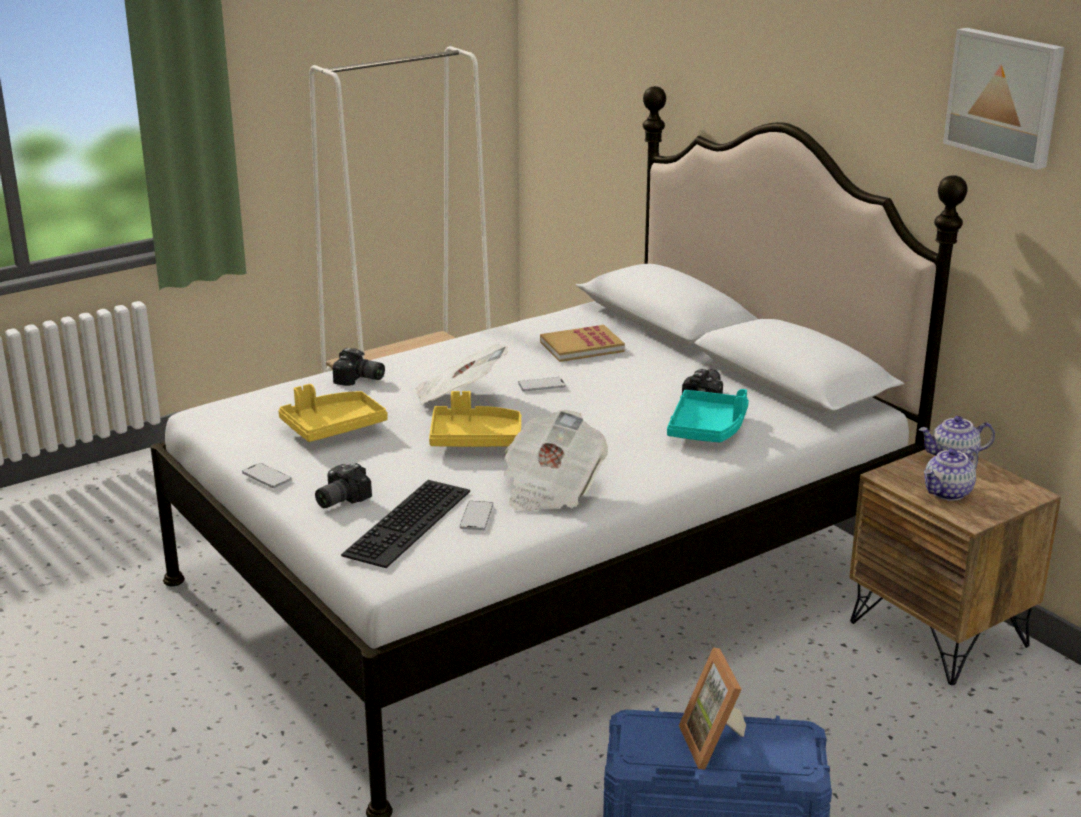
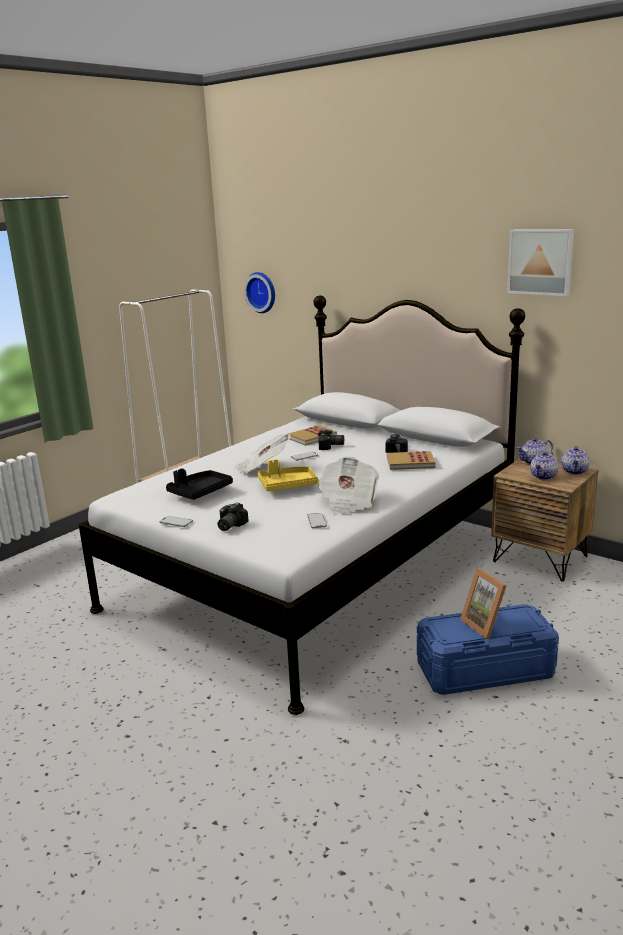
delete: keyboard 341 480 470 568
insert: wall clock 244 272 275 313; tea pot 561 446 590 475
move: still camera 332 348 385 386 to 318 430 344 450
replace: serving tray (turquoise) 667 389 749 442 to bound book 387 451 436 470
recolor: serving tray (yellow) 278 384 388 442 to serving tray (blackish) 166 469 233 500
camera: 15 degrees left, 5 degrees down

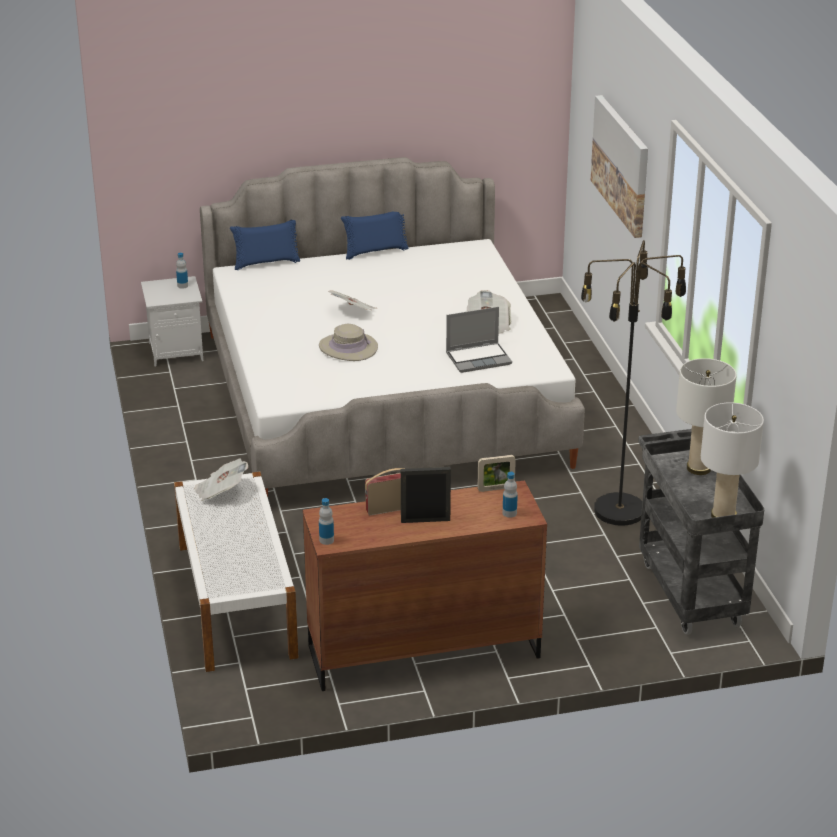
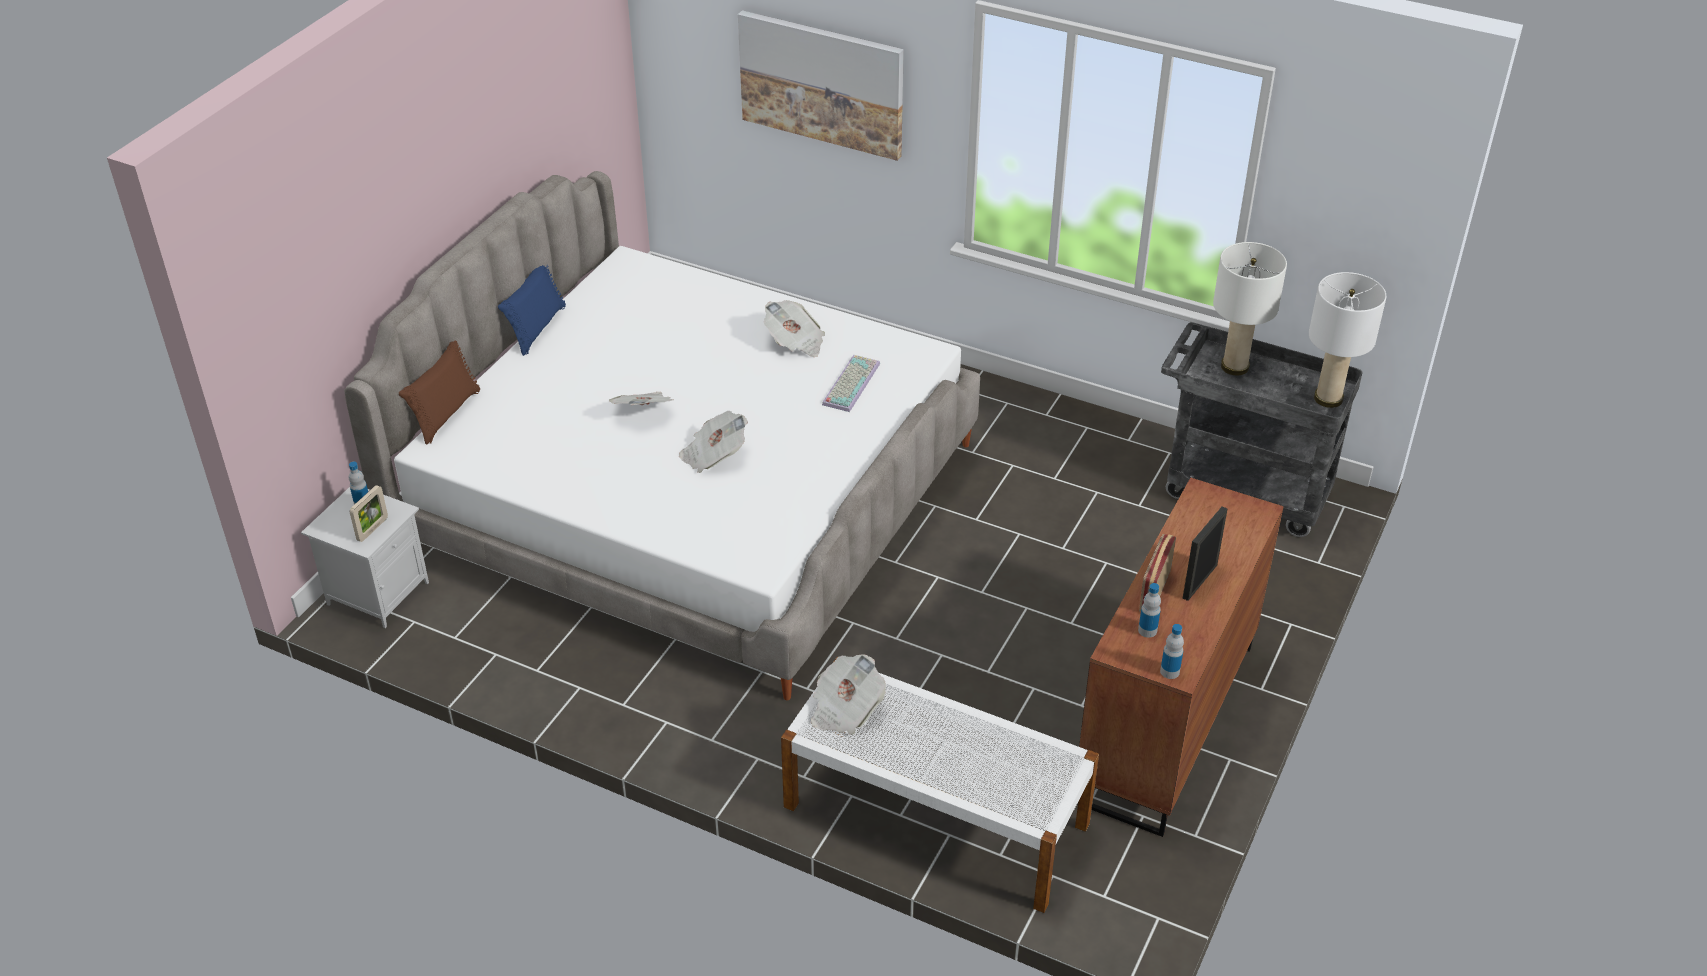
delete: floor lamp 581 240 686 526
move: picture frame 477 455 516 492 to 350 485 388 542; bottle 503 472 518 518 to 1138 583 1161 638
replace: portable computer 446 307 512 373 to keyboard 822 355 880 412; wearable hat (beige) 319 324 378 361 to daily paper 679 411 748 473
recolor: cushion (bluish) 230 220 300 270 to cushion (brown) 399 340 480 445
camera: 50 degrees left, 10 degrees up

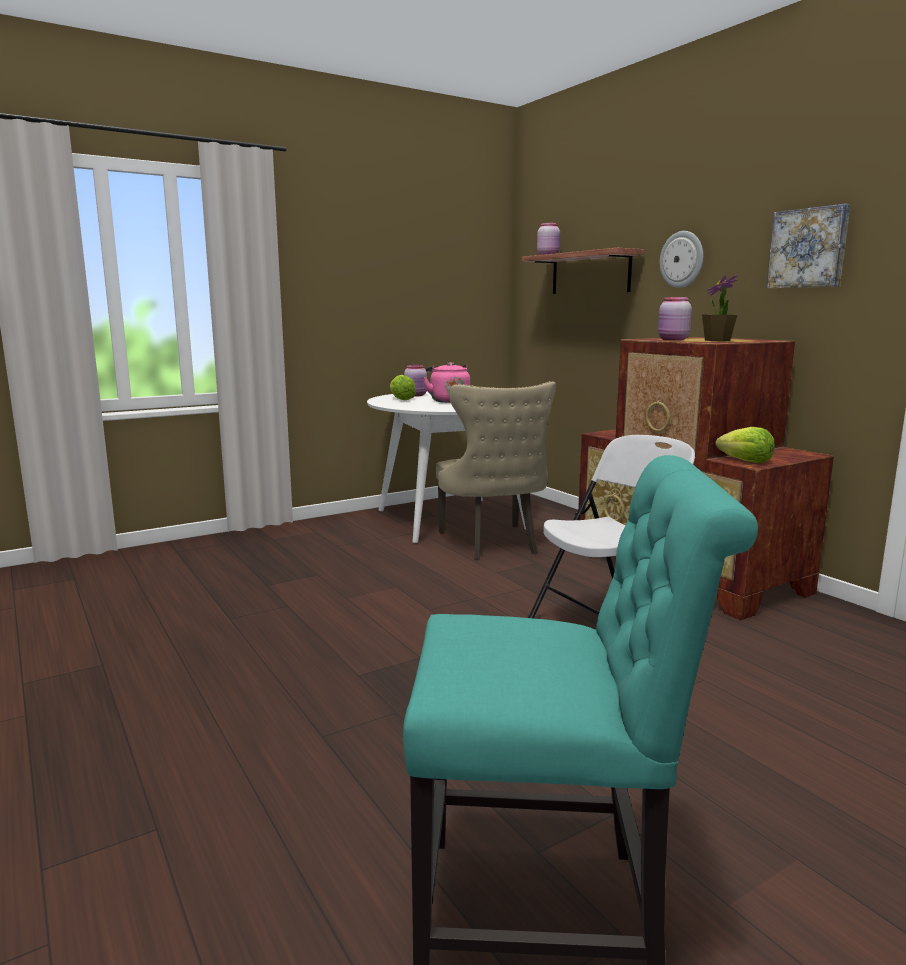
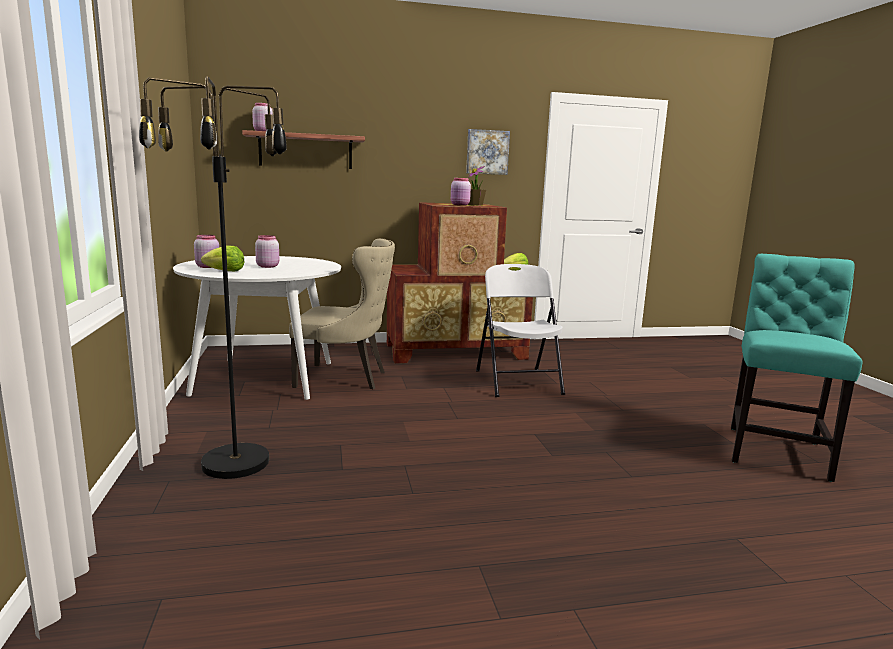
delete: wall clock 660 231 703 288
insert: floor lamp 139 76 287 479
replace: kettle (pink) 423 362 470 403 to jar (pink) 255 235 279 268
camera: 70 degrees left, 0 degrees up

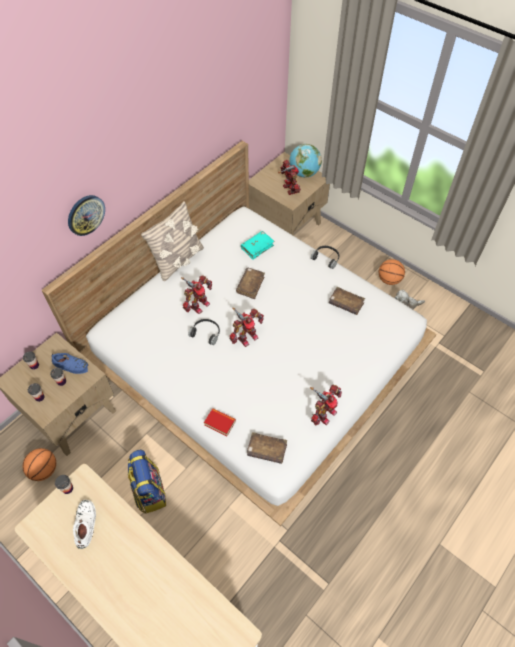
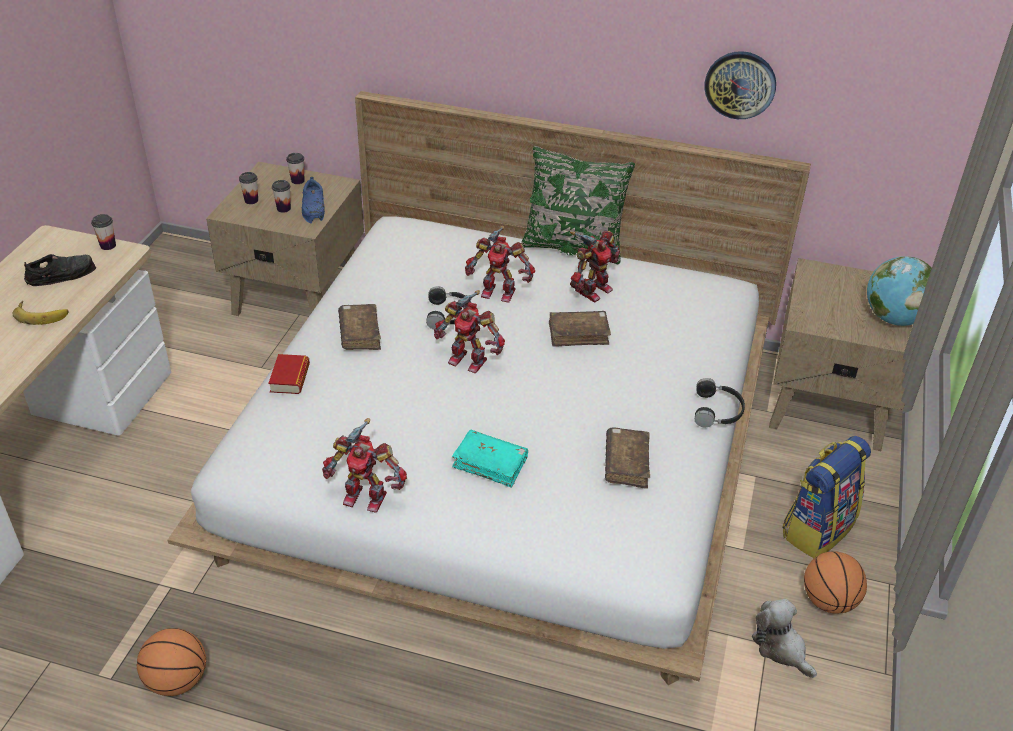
insert: banana 12 300 68 325
move: robot figure 278 160 301 195 to 570 231 621 303; wall clock 68 195 105 236 to 704 51 776 119; bound book (turquoise) 241 231 275 260 to 452 429 528 488; bound book (brown) 247 432 287 464 to 338 304 381 350; ball for basketball 23 448 56 481 to 137 628 206 696; backpack 128 450 166 514 to 783 436 871 558
recolor: cushion (beige) 141 201 204 281 to cushion (greenish) 521 146 635 264; item of footwear (white) 73 500 96 549 to item of footwear (blackish) 24 254 96 286
camera: 65 degrees right, 15 degrees down

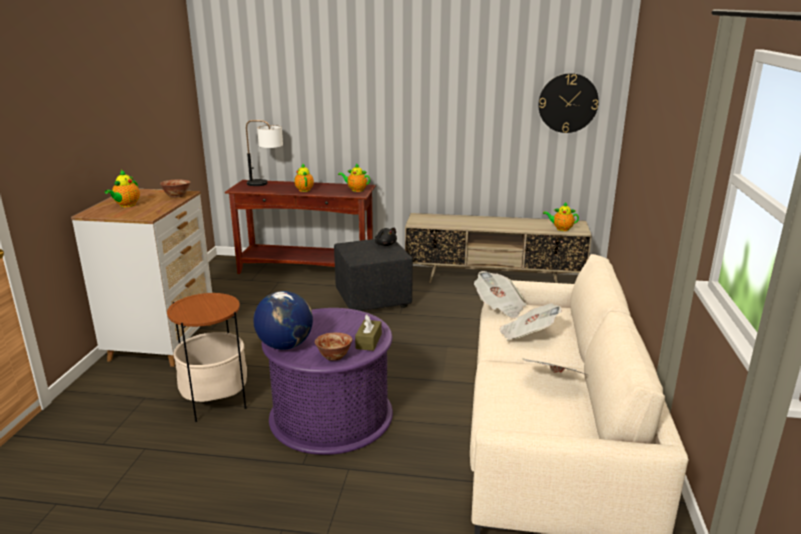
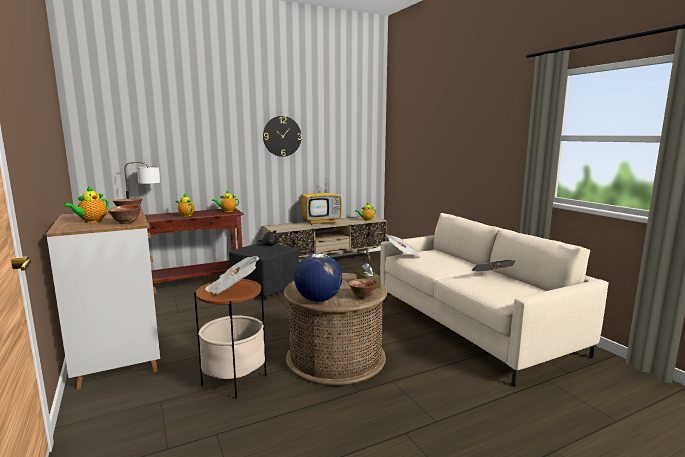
insert: TV set 301 183 342 225; bowl 107 205 141 224
move: wall clock 538 73 599 133 to 263 116 302 157; daily paper 499 303 562 341 to 205 256 259 295
recolor: coffee table (purplish) 262 308 393 455 to coffee table (brown) 284 273 387 386
rotate: tea pot 105 170 140 207 = 63 186 109 223 45 degrees clockwise
camera: 35 degrees left, 10 degrees down

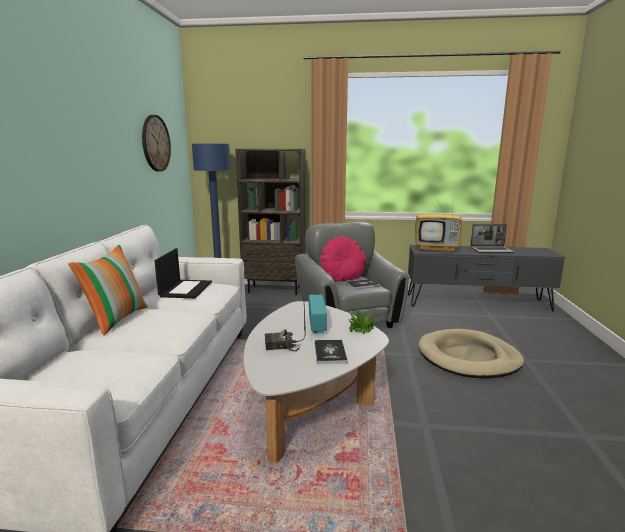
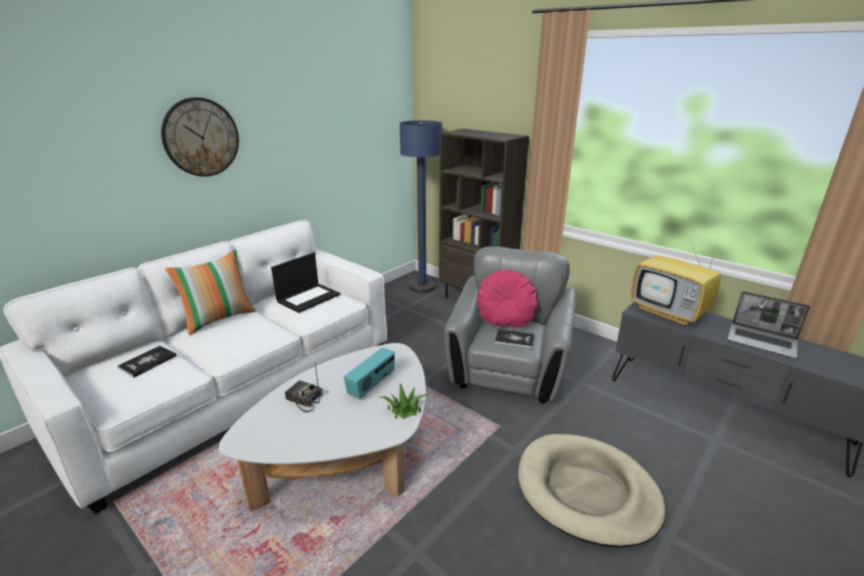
move: wall clock 142 115 171 172 to 161 97 239 177; bound book 315 340 348 364 to 117 346 177 378
camera: 35 degrees right, 10 degrees up

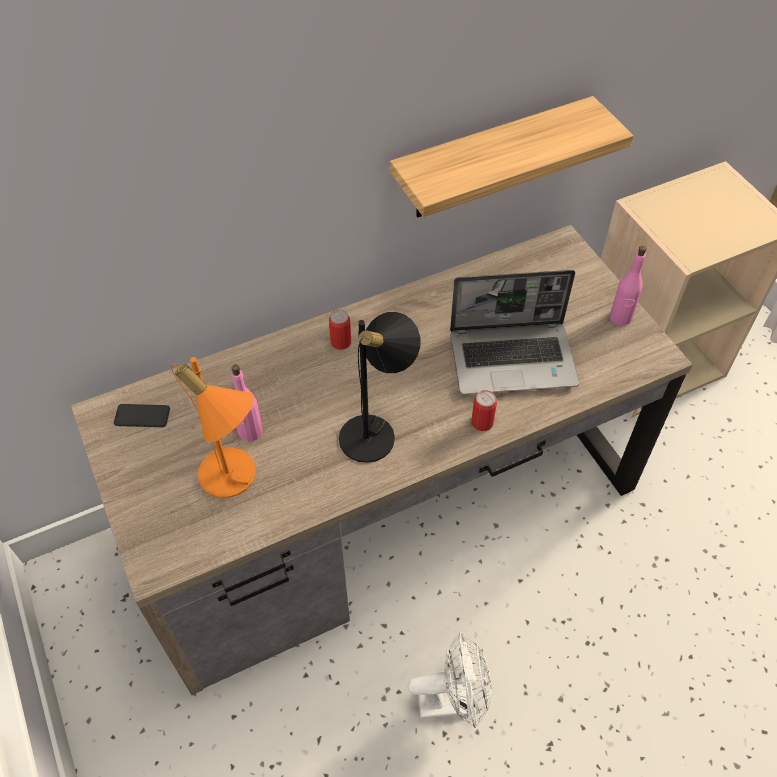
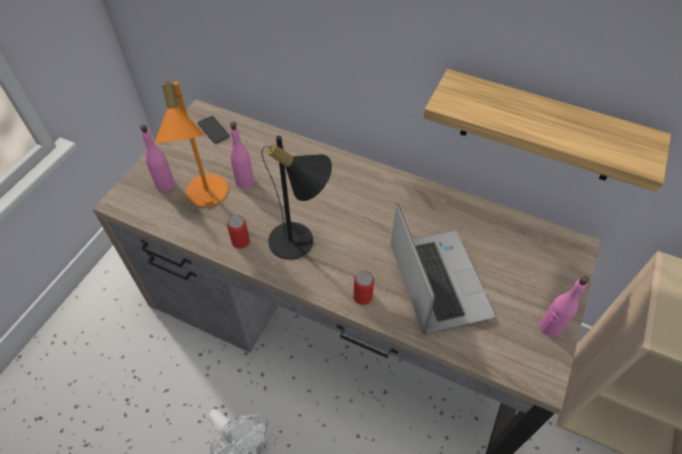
insert: bottle (pink) 140 124 175 192
move: can 329 309 351 350 to 227 215 250 249
rotate: portable computer 450 270 579 395 = 391 203 495 335 150 degrees counterclockwise
camera: 50 degrees right, 0 degrees up

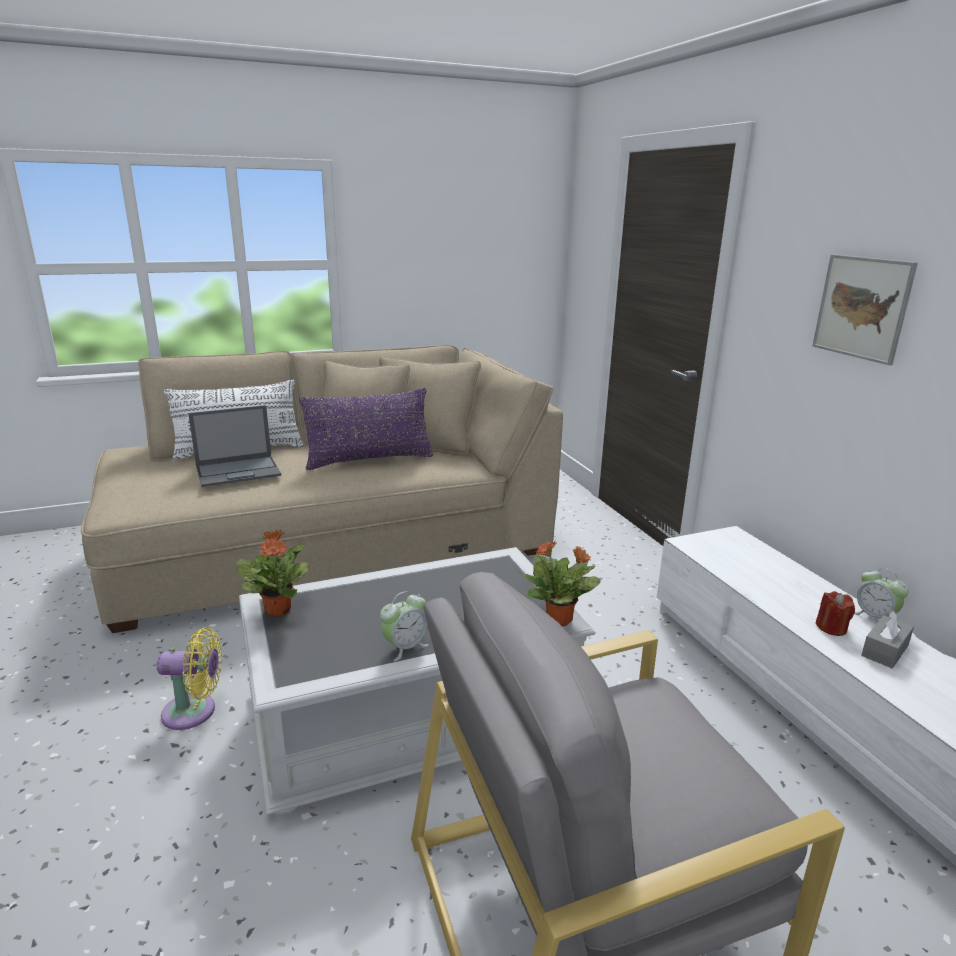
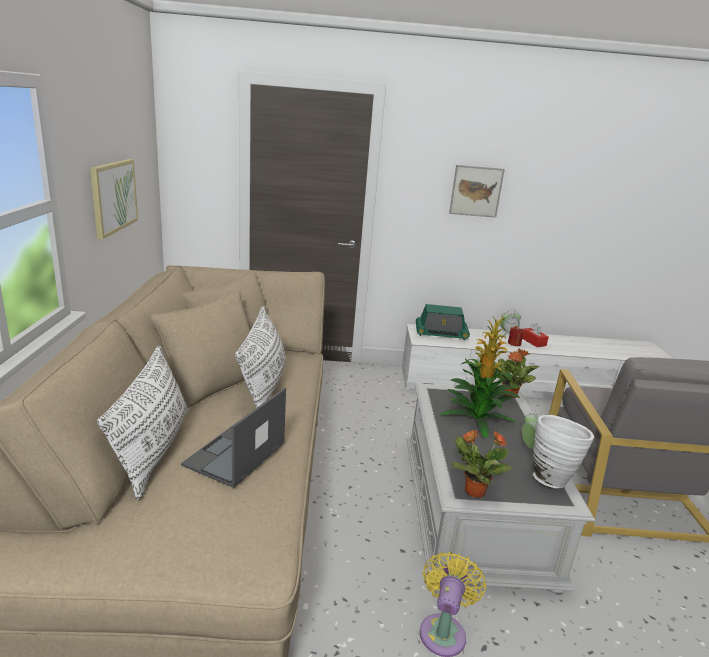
insert: wall picture 90 159 138 239; radio receiver 416 304 470 340; houseplant 441 317 520 438; decorative vase (white) 533 415 594 488
recolor: cushion (purplish) 299 388 434 470 to cushion (white) 235 306 286 408; tissue box (greyish) 861 610 914 668 to tissue box (reddish) 522 323 549 347
rotate: portable computer 188 405 281 487 = 181 388 286 488 150 degrees counterclockwise
camera: 70 degrees left, 0 degrees up

